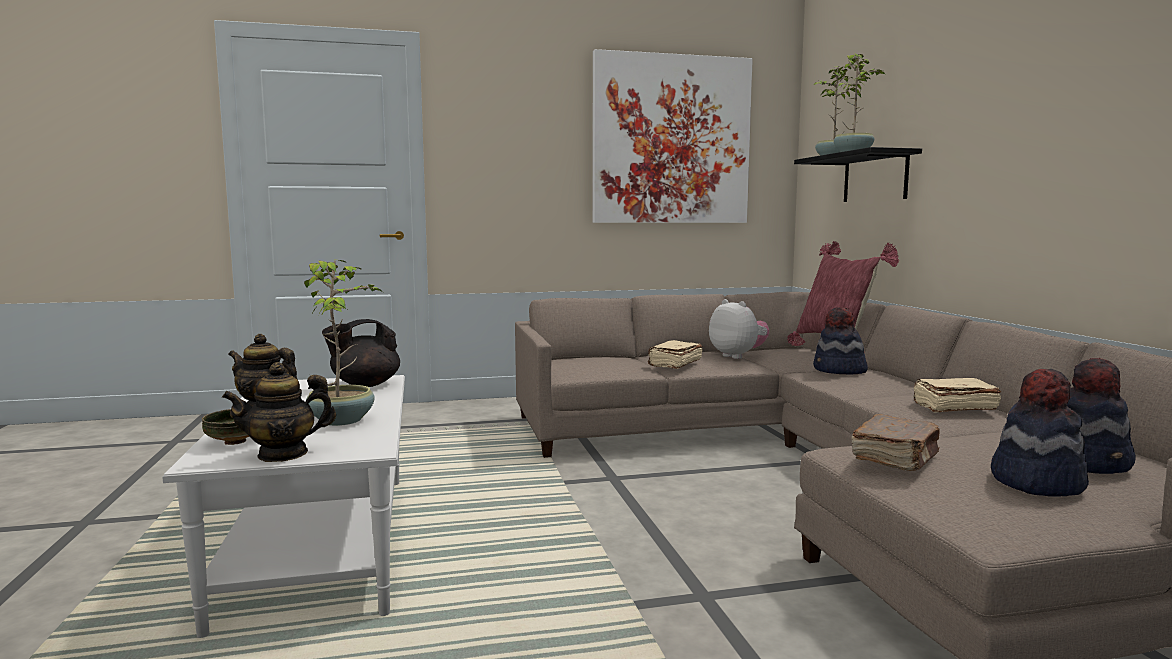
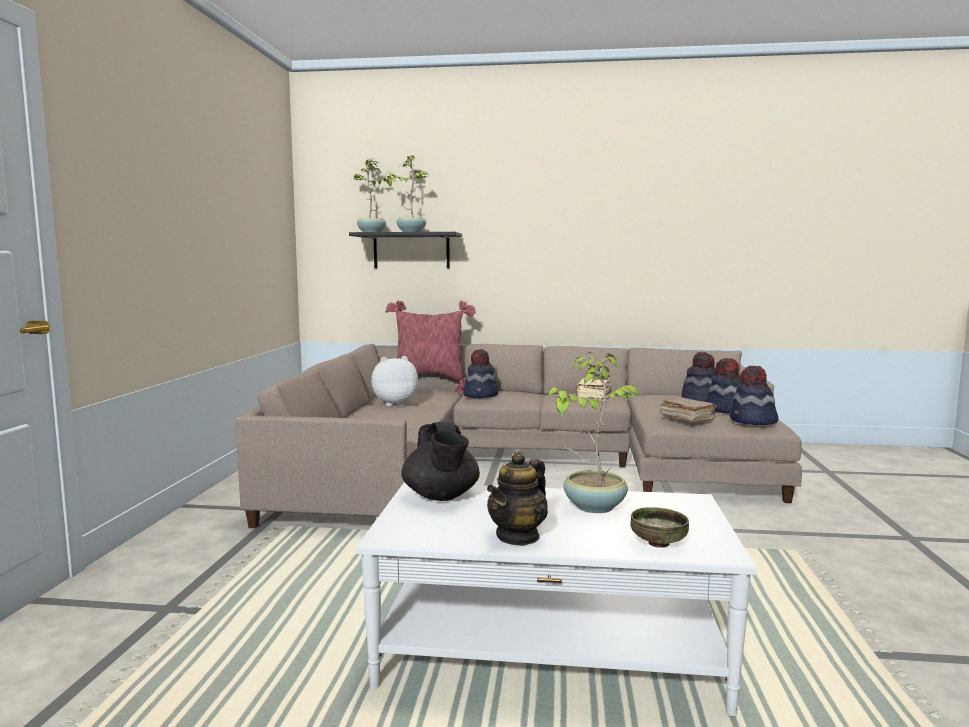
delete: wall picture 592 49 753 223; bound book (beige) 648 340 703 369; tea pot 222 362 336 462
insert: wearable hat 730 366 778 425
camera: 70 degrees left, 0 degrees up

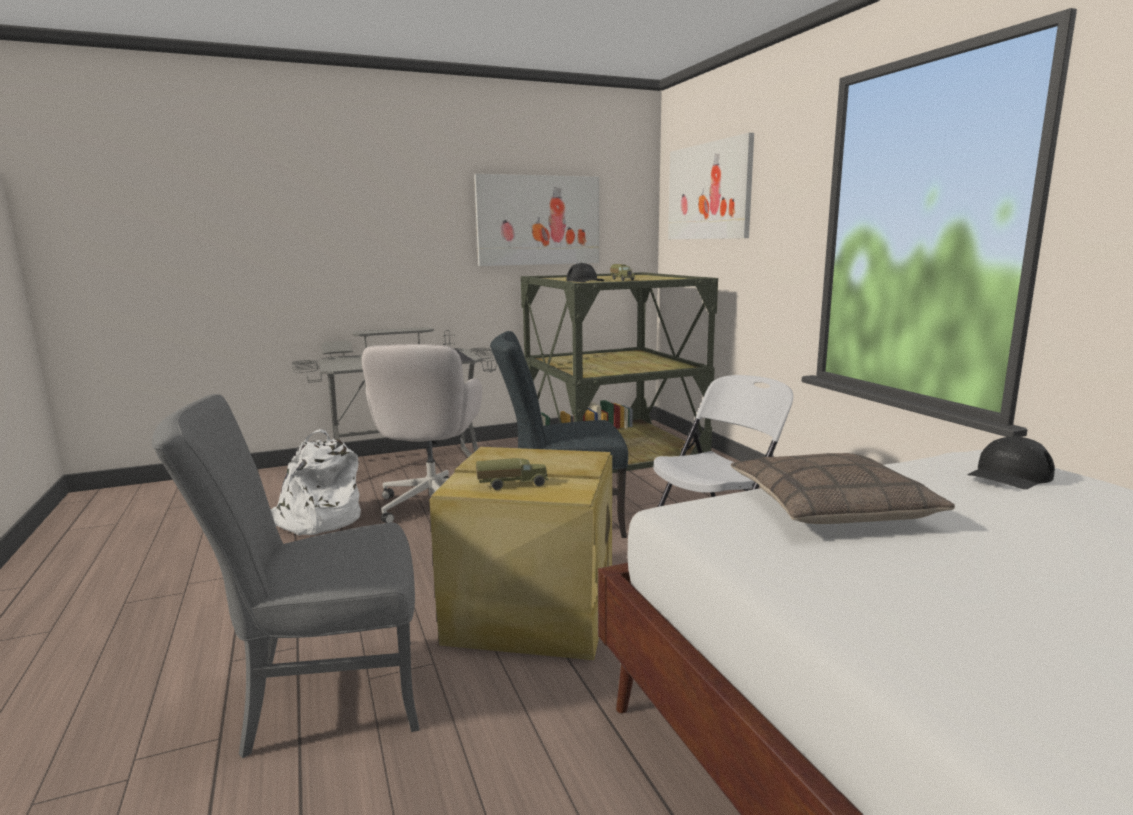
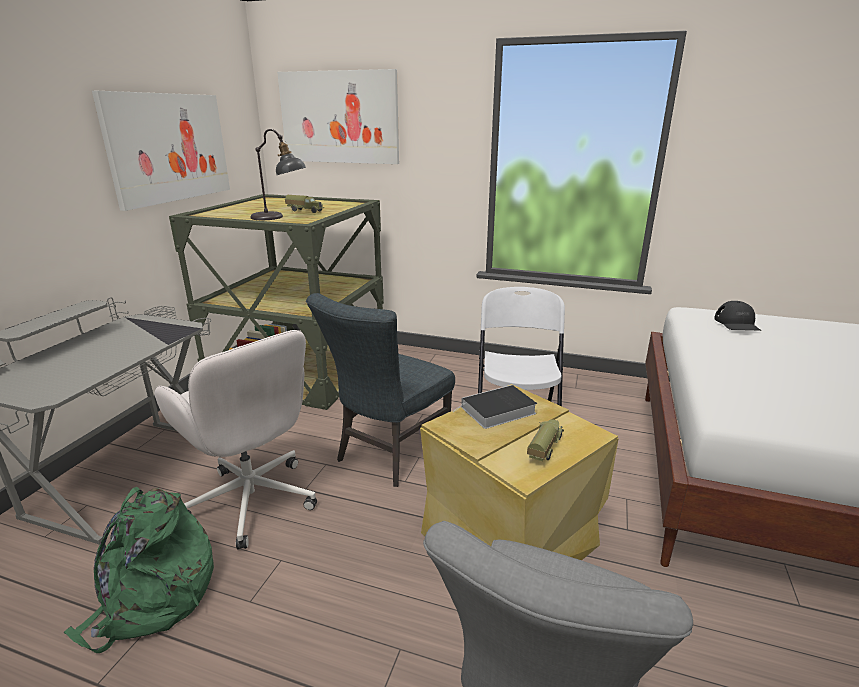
delete: cushion 731 453 955 524
insert: bound book 454 385 537 429
replace: baseball cap (blackish) 567 263 604 282 to lamp for a table (greyish) 251 129 306 220
recolor: backpack (white) 270 429 361 535 to backpack (greenish) 64 487 214 653
camera: 50 degrees left, 10 degrees up

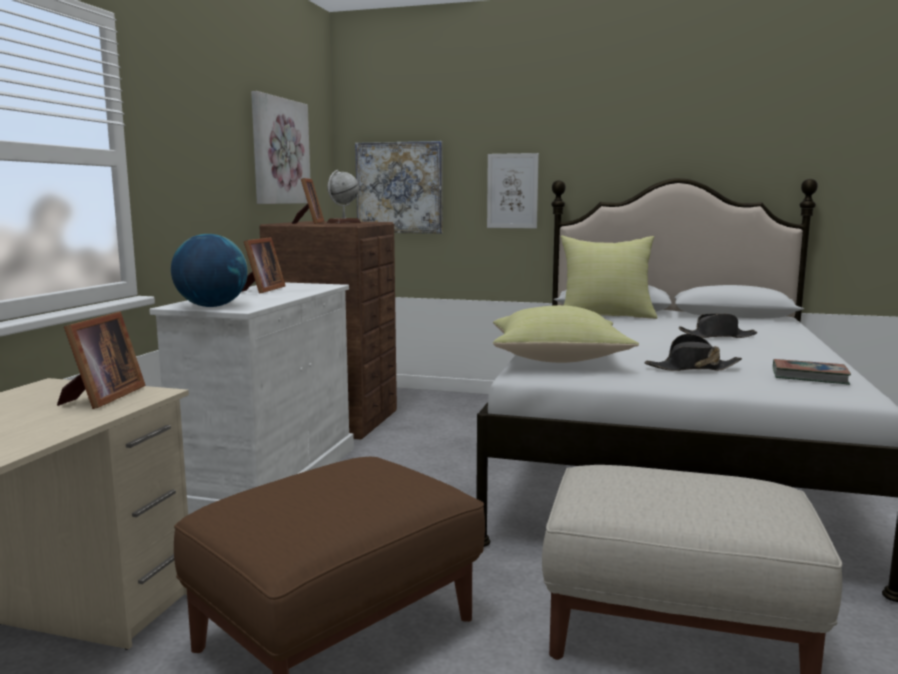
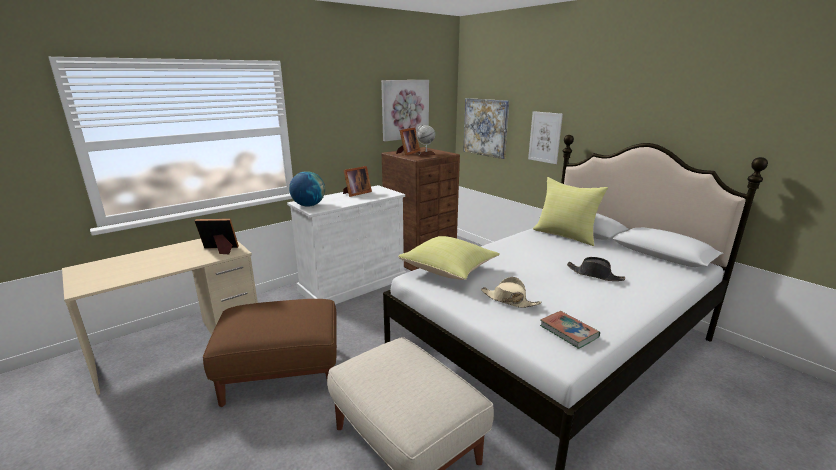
recolor: wearable hat (blackish) 645 334 742 371 to wearable hat (beige) 481 277 541 308
rotate: picture frame 57 312 146 409 = 195 219 239 254 135 degrees counterclockwise
camera: 35 degrees right, 10 degrees up

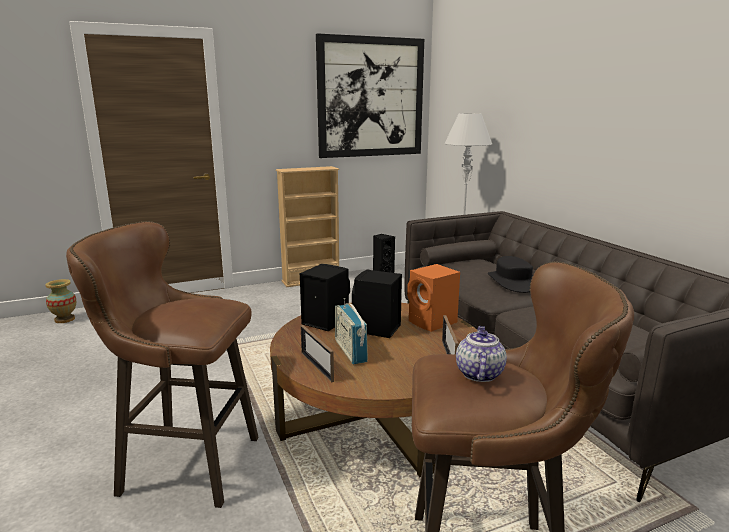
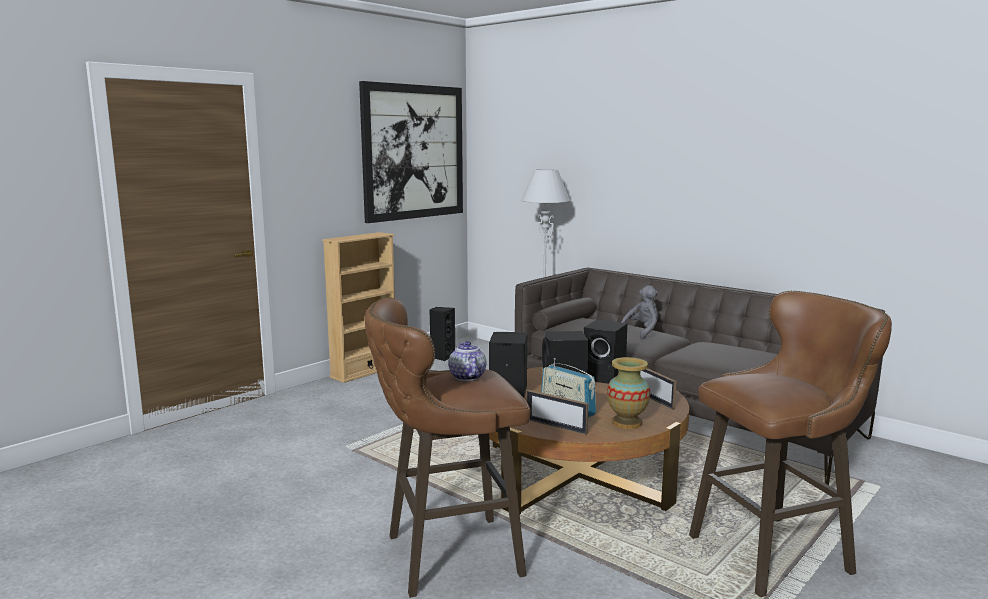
move: decorative vase 45 279 76 323 to 607 357 650 429; tea pot 456 326 507 382 to 449 341 486 381
replace: wearable hat (blackish) 488 256 533 293 to soft toy (greyish) 621 285 658 339
recolor: audio speaker (orangey) 407 264 460 332 to audio speaker (blackish) 584 320 628 384
camera: 25 degrees left, 5 degrees down

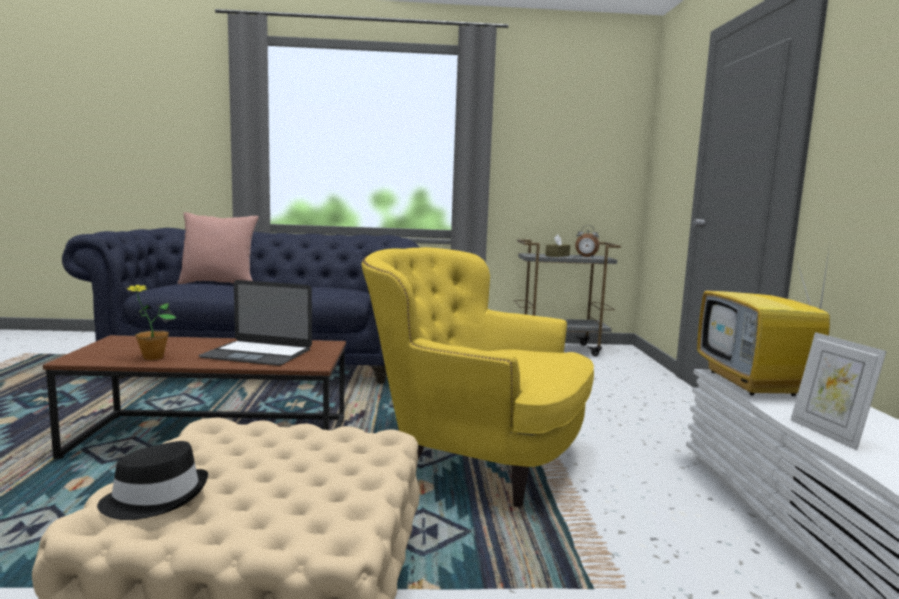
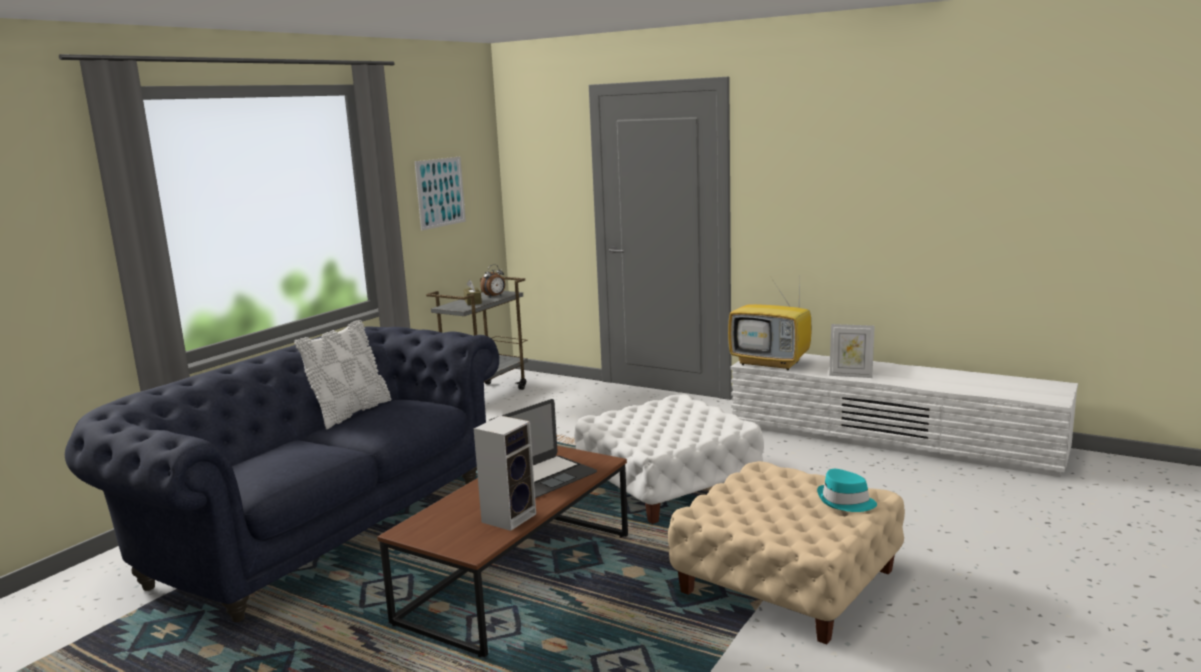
delete: cushion (pink) 178 212 259 284; wearable hat (blackish) 97 441 208 520
insert: wall picture 415 156 466 230; cushion (white) 294 320 391 430; wearable hat (turquoise) 817 469 877 512
replace: lounge chair (yellow) 362 247 594 508 to pouffe (white) 574 395 764 524; houseplant 125 284 177 360 to audio speaker 474 416 536 531
camera: 55 degrees left, 5 degrees up

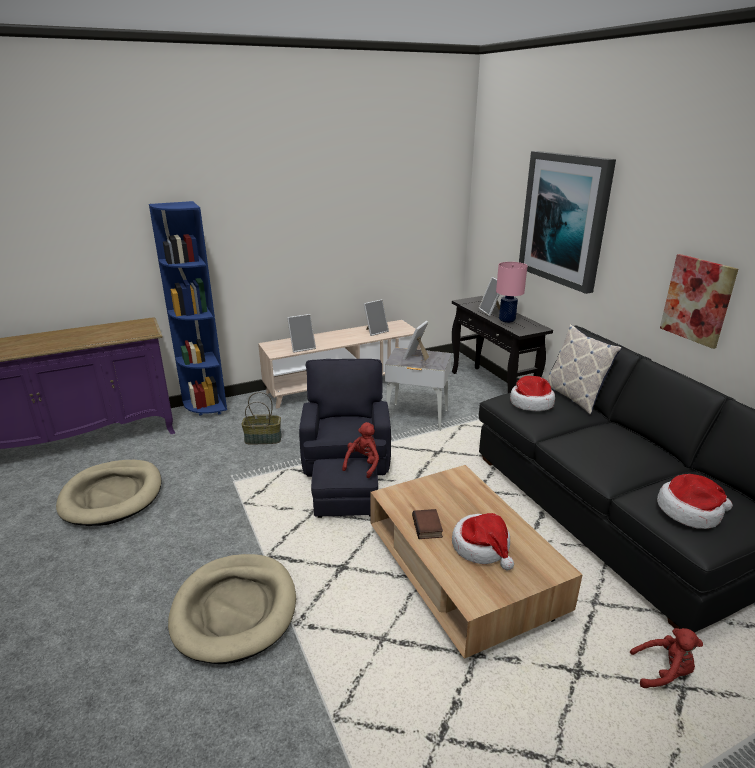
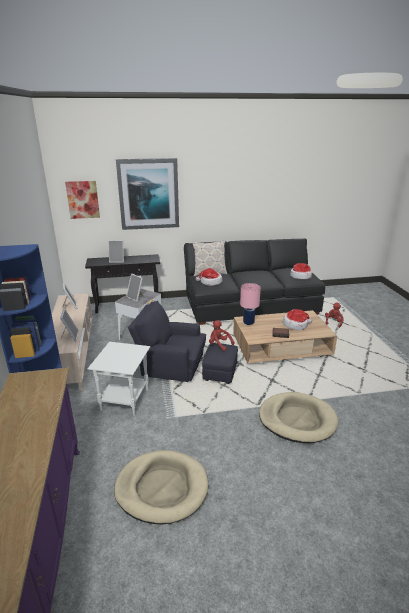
move: wall picture 660 254 738 349 to 65 181 100 219; lamp for a table (pink) 496 262 528 323 to 240 283 261 325
replace: basket 241 392 282 444 to accent table (white) 88 342 150 416
camera: 75 degrees left, 0 degrees up

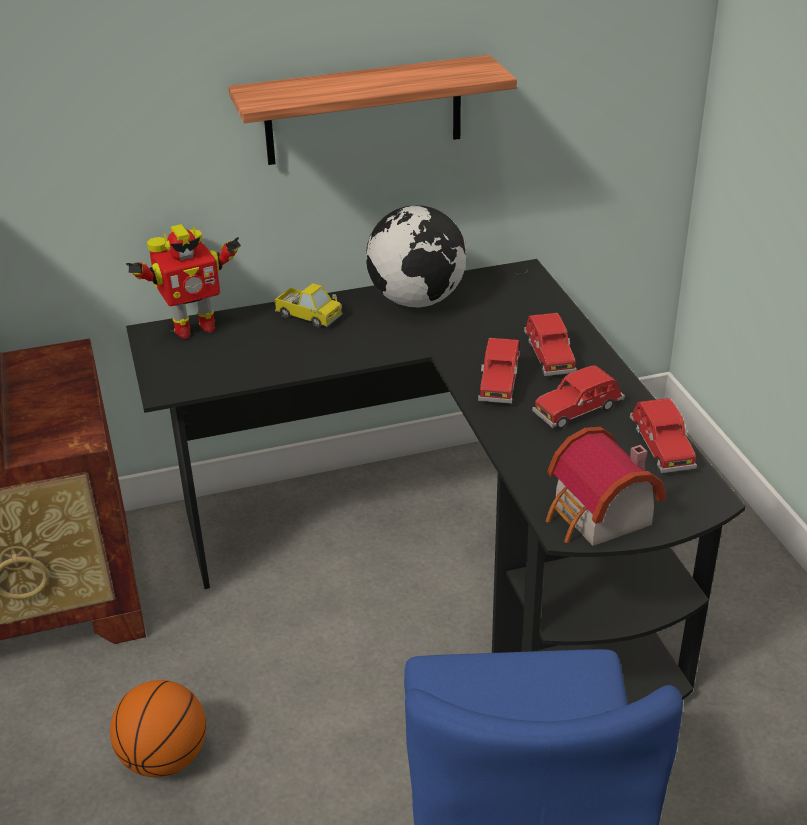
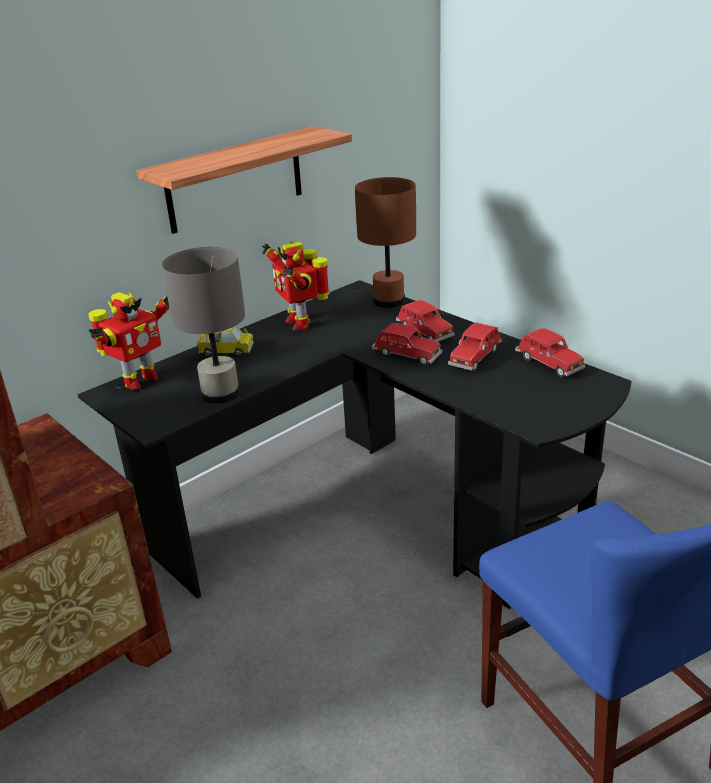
delete: miniature house 546 427 666 546; ball for basketball 110 680 206 777
insert: lamp for a table (brown) 355 177 416 308; lamp for a table (greyish) 162 247 245 404
replace: world globe 366 205 466 308 to robot figure 262 242 330 330
rotate: miniature car (reddish) 478 338 520 404 = 372 323 442 365 45 degrees counterclockwise
camera: 25 degrees left, 5 degrees down

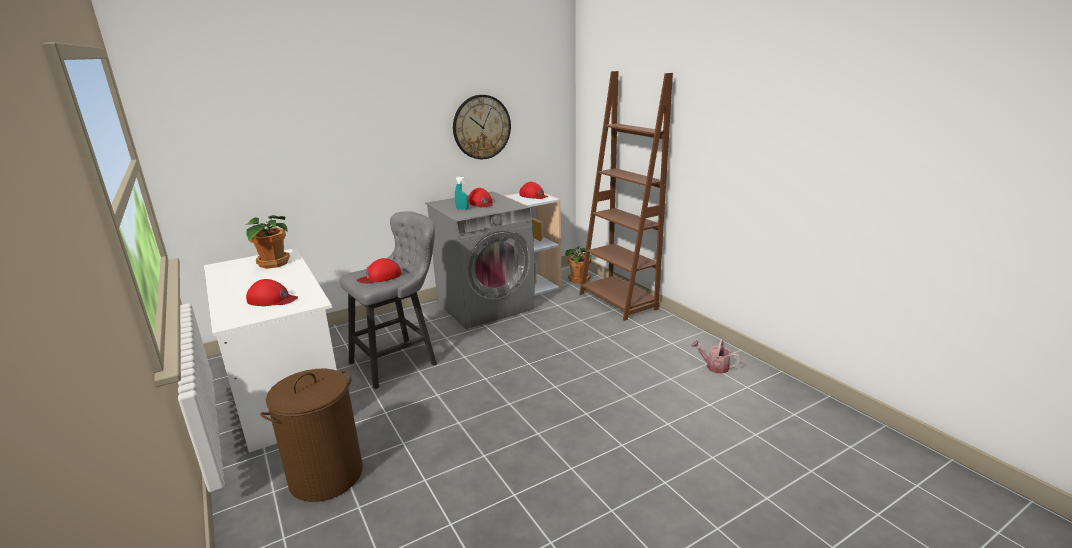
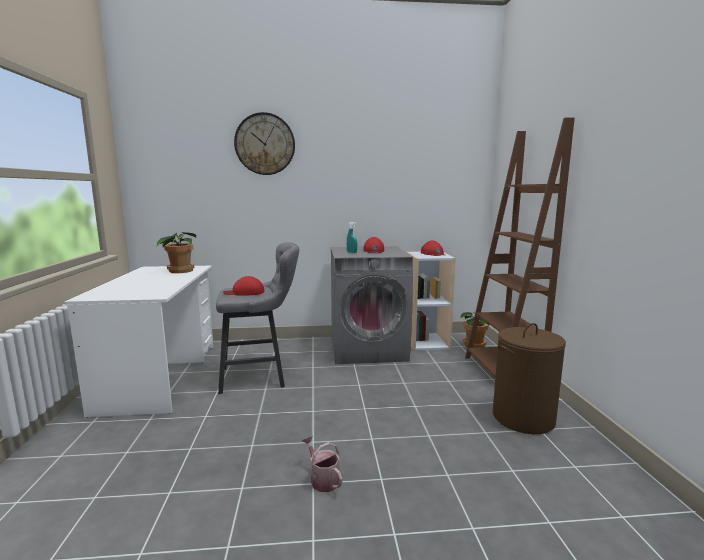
delete: baseball cap (reddish) 246 279 298 306
move: wall clock 453 95 511 159 to 234 112 295 175; watering pot 691 339 741 374 to 302 436 342 492; laundry basket (brown) 260 369 363 502 to 493 323 566 434
camera: 25 degrees right, 10 degrees down

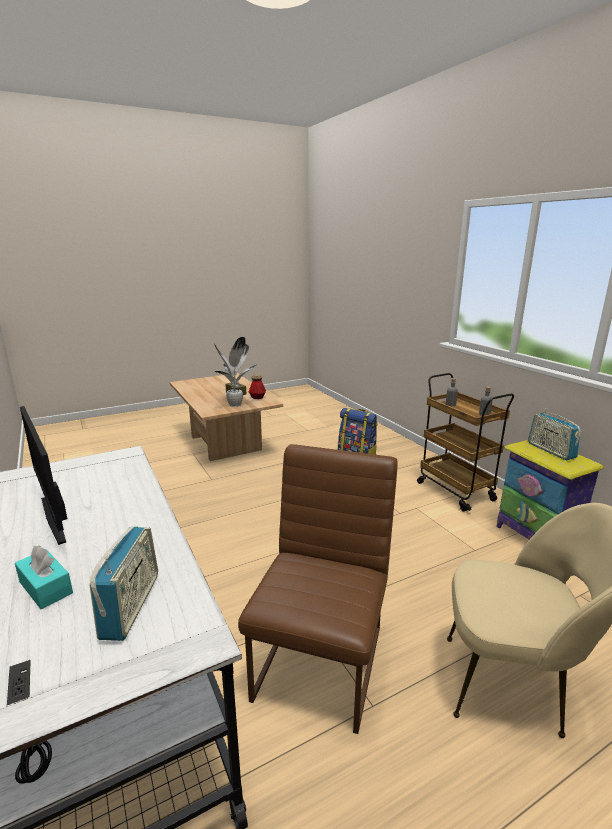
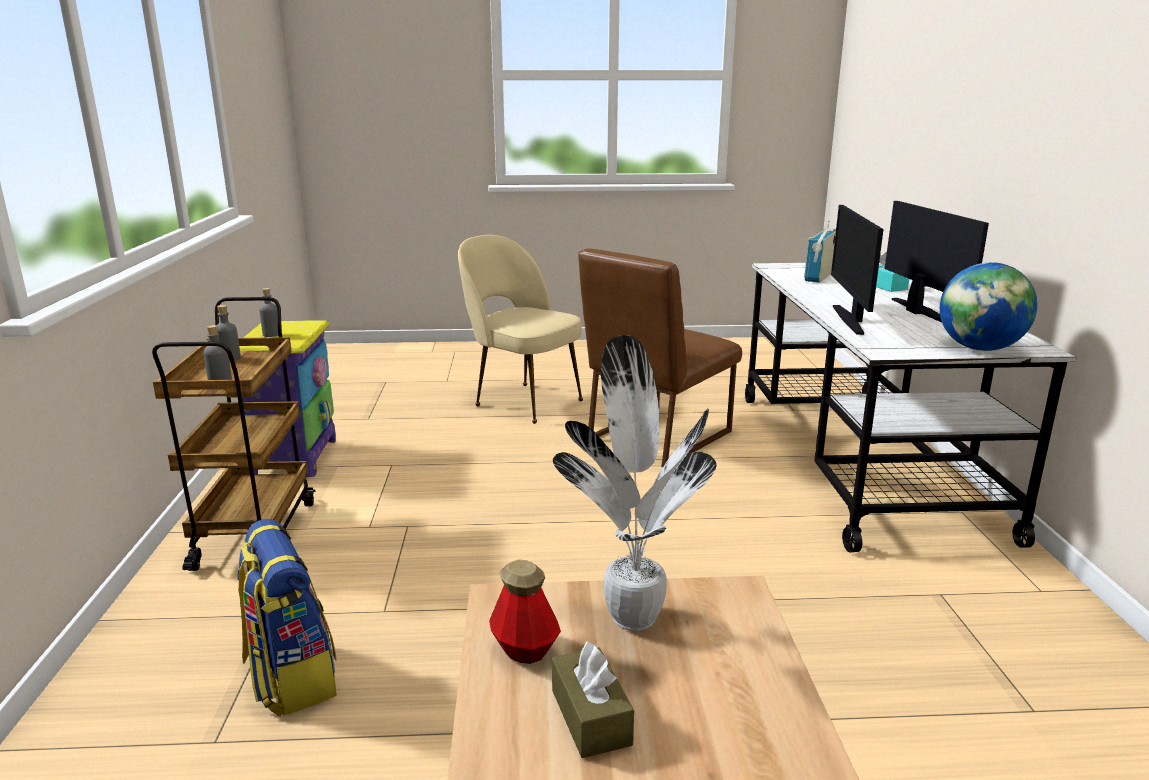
insert: monitor 831 205 884 335; world globe 940 262 1037 351
replace: radio receiver 528 408 581 460 to bottle (greyish) 259 288 278 337
camera: 155 degrees left, 0 degrees up

